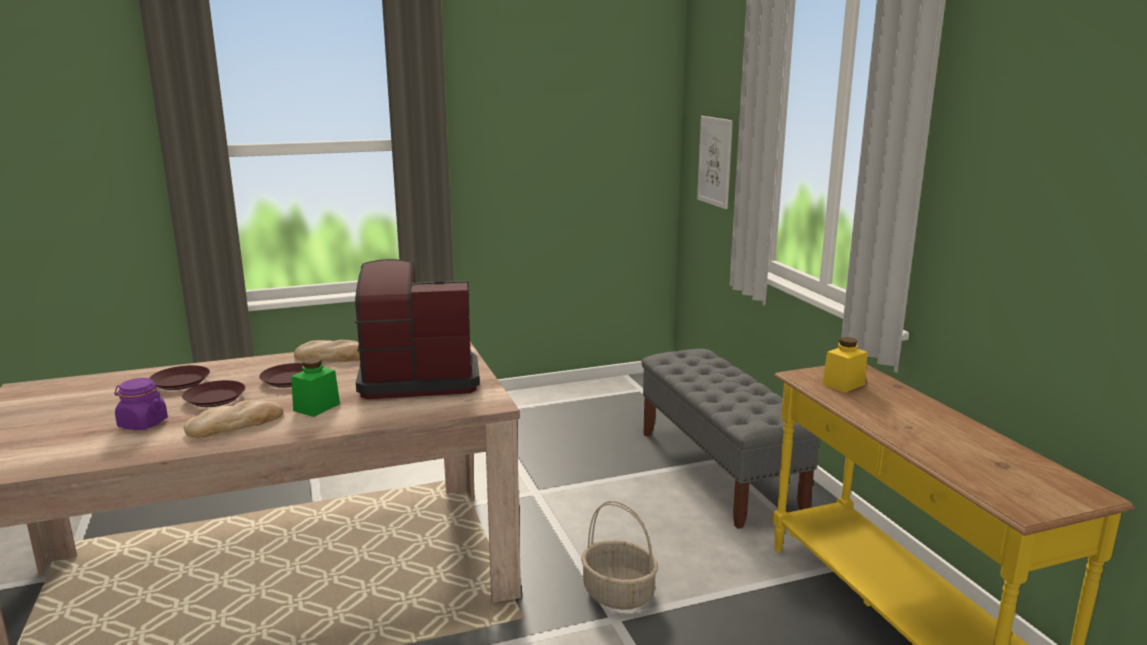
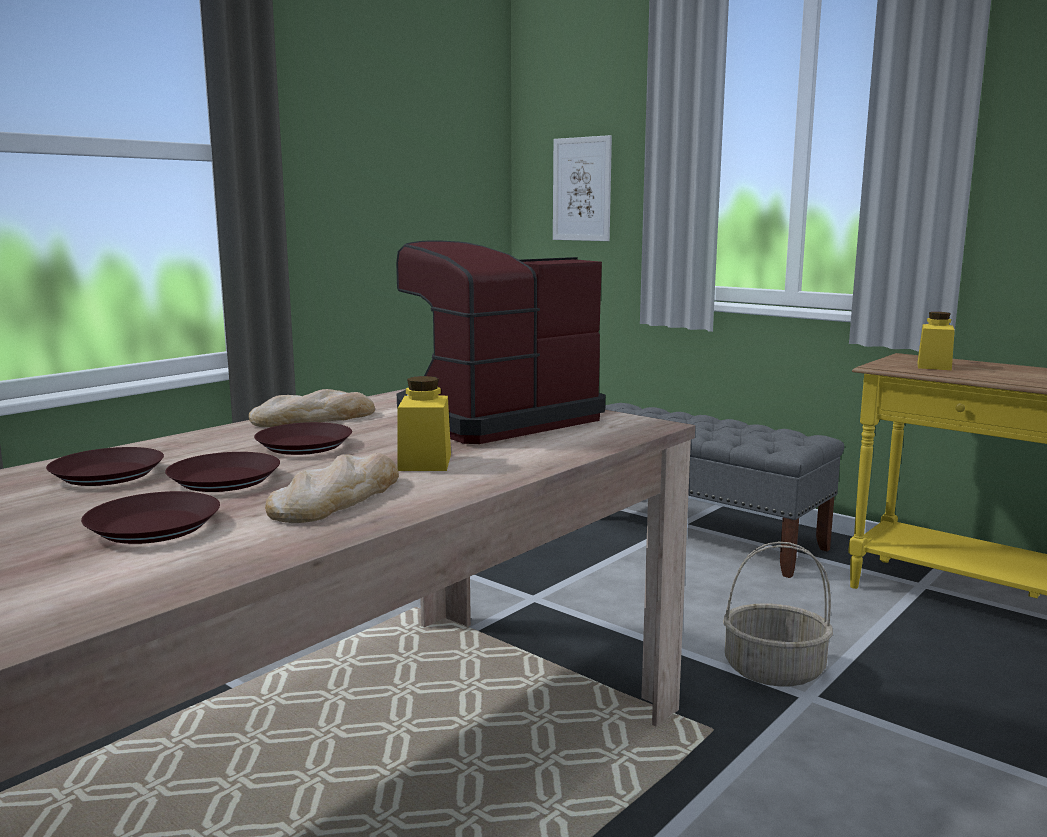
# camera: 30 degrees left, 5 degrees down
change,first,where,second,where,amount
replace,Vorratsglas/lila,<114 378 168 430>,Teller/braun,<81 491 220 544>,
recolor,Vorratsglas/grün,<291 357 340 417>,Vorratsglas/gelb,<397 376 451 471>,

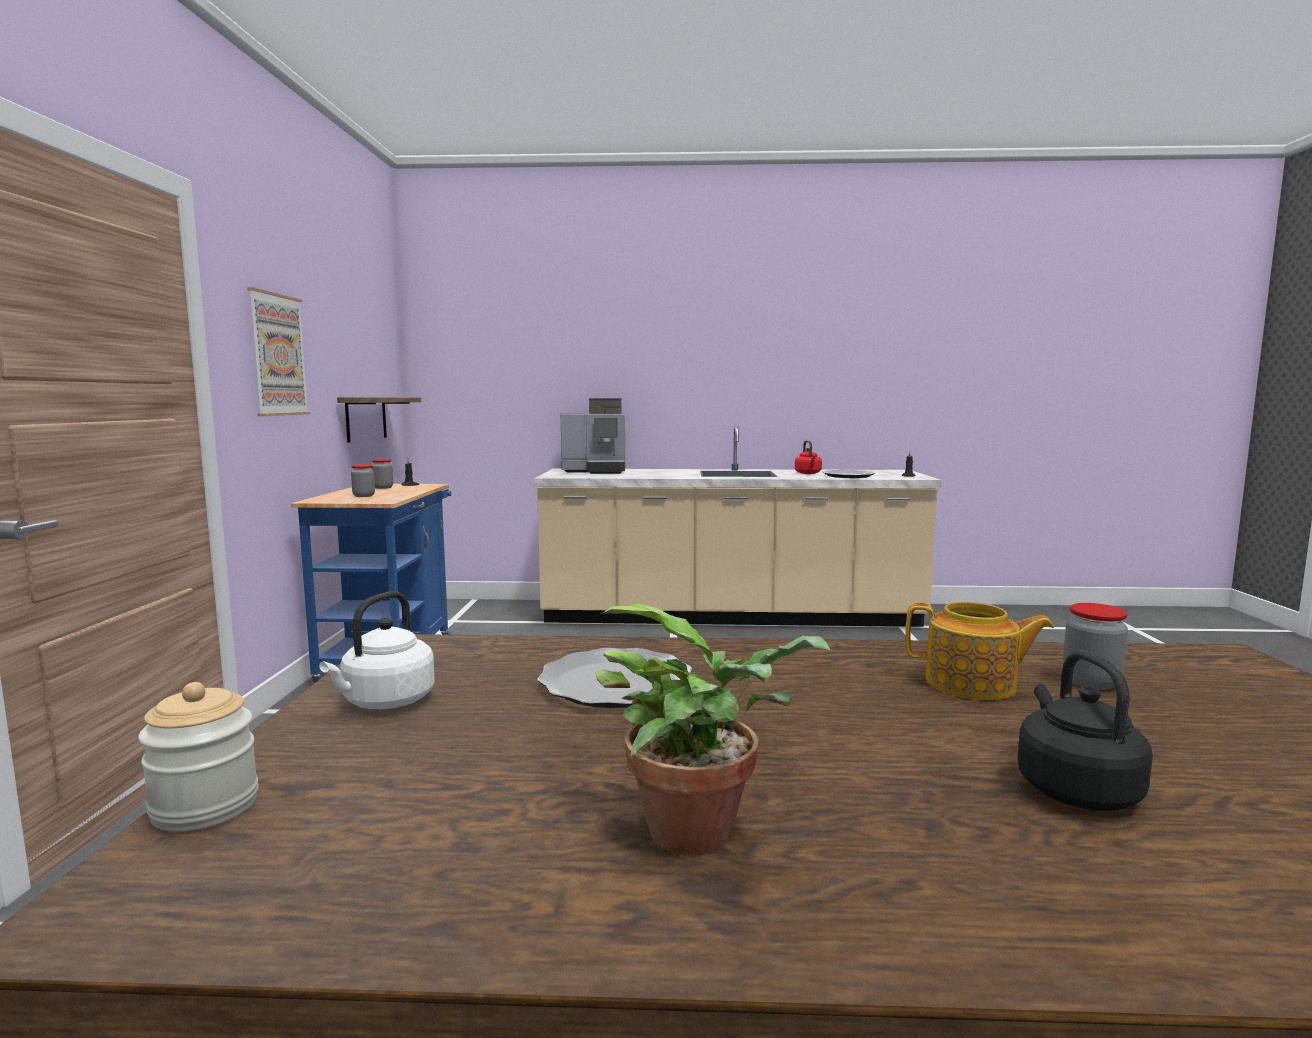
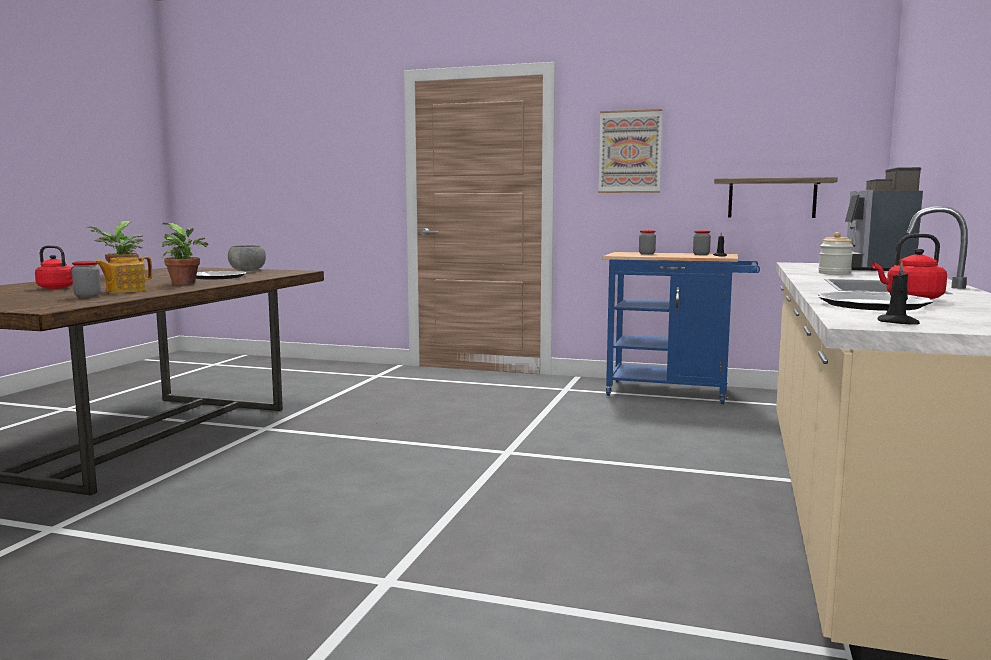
# camera: 105 degrees right, 0 degrees up
change,first,where,second,where,amount
insert,,,Topfpflanze,<162 223 208 285>,
move,Vorratsglas,<138 682 259 832>,,<818 232 853 275>,
replace,Wasserkessel/weiß,<319 591 435 709>,Schüssel/grau,<228 245 266 271>,
recolor,Wasserkessel/schwarz,<1017 651 1153 811>,Wasserkessel/rot,<35 245 75 289>,

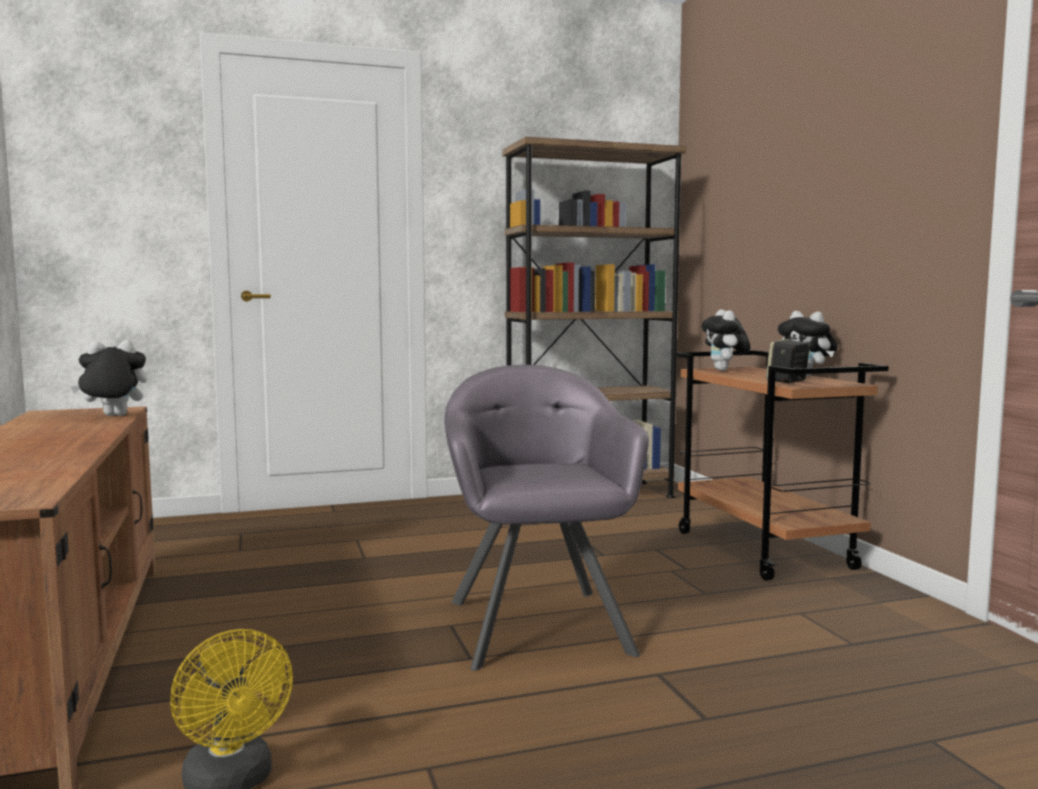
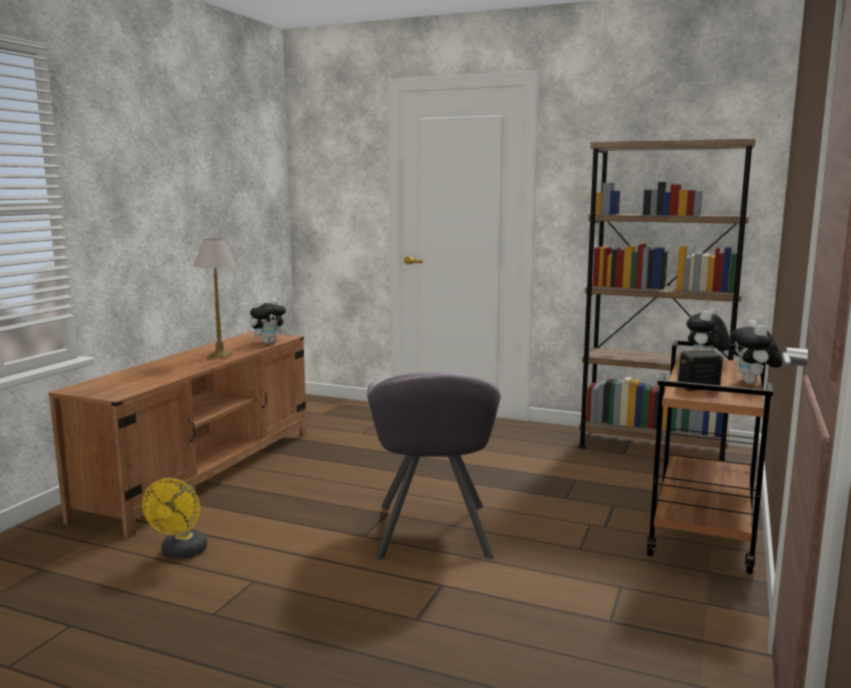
# camera: 40 degrees right, 5 degrees up
change,first,where,second,where,amount
insert,,,Tischlampe,<193 239 236 358>,
rotate,Plüschtier,<70 340 147 416>,,<250 299 288 344>,120 degrees clockwise
rotate,Sessel/grau,<444 365 649 671>,,<367 372 501 560>,150 degrees clockwise

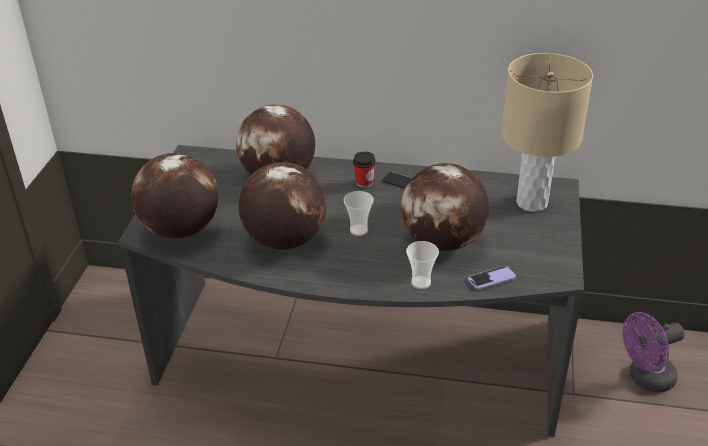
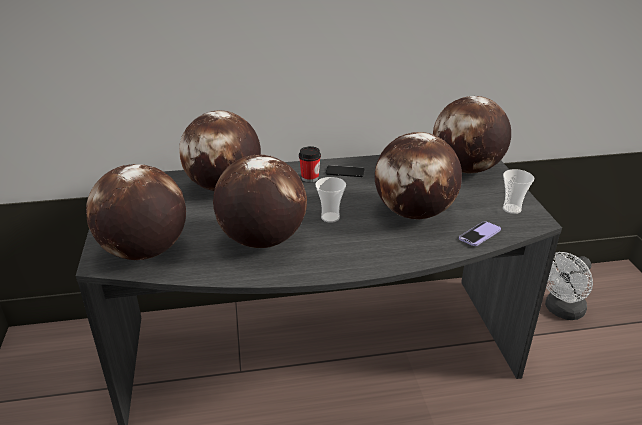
# camera: 20 degrees left, 5 degrees down
change,first,where,second,where,amount
move,Tasse,<406 241 439 289>,,<503 169 534 214>,
replace,Tischlampe/beige,<502 53 593 212>,Globus,<433 96 511 174>,
recolor,Ventilator/lila,<623 312 685 393>,Ventilator/weiß,<545 252 593 320>,

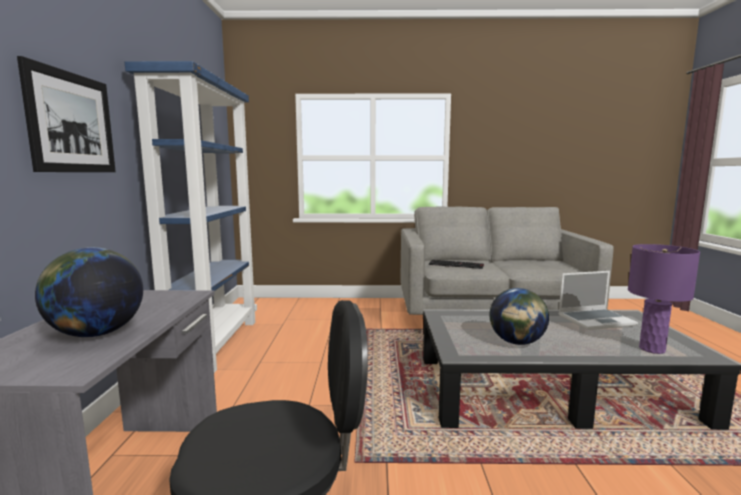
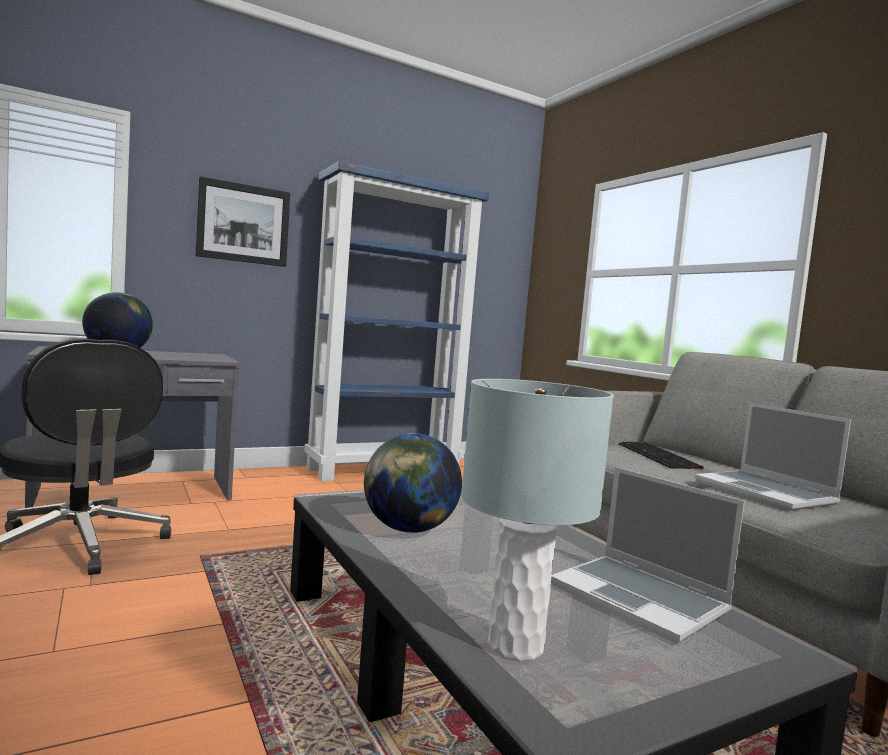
# camera: 60 degrees right, 5 degrees down
change,first,where,second,where,amount
insert,,,Laptop,<695 402 851 511>,
recolor,Tischlampe/lila,<628 244 700 354>,Tischlampe/grau,<461 379 614 661>,

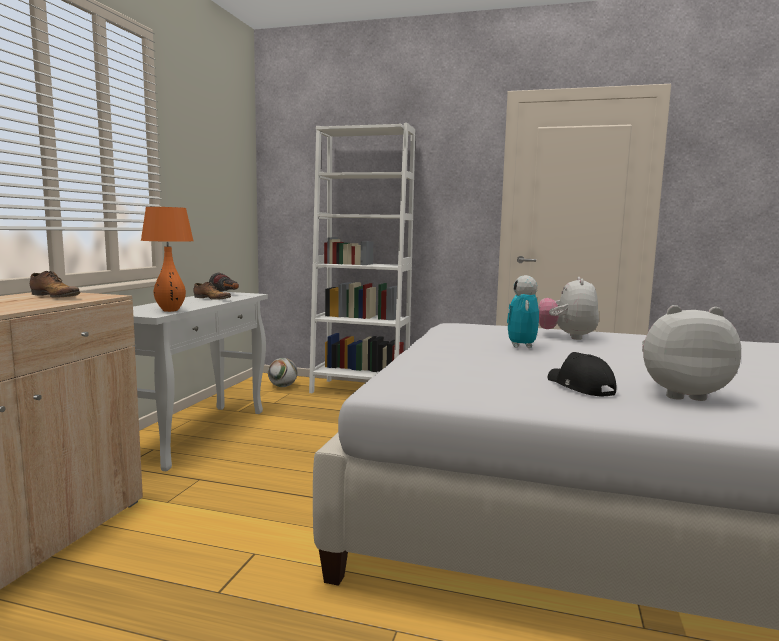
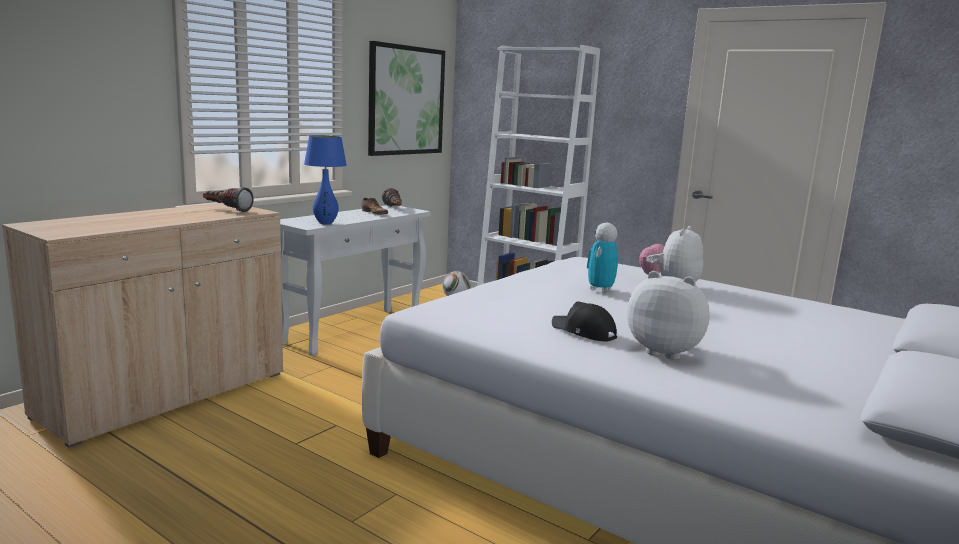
# camera: 20 degrees right, 5 degrees up
change,first,where,second,where,amount
insert,,,Bild,<368 41 445 156>,
replace,Schuh,<30 271 80 297>,Taschenlampe,<203 187 254 212>,
recolor,Tischlampe/orange,<141 207 193 312>,Tischlampe/blau,<304 135 347 225>,
rotate,Kappe/schwarz,<547 352 616 397>,,<552 301 617 341>,45 degrees counterclockwise

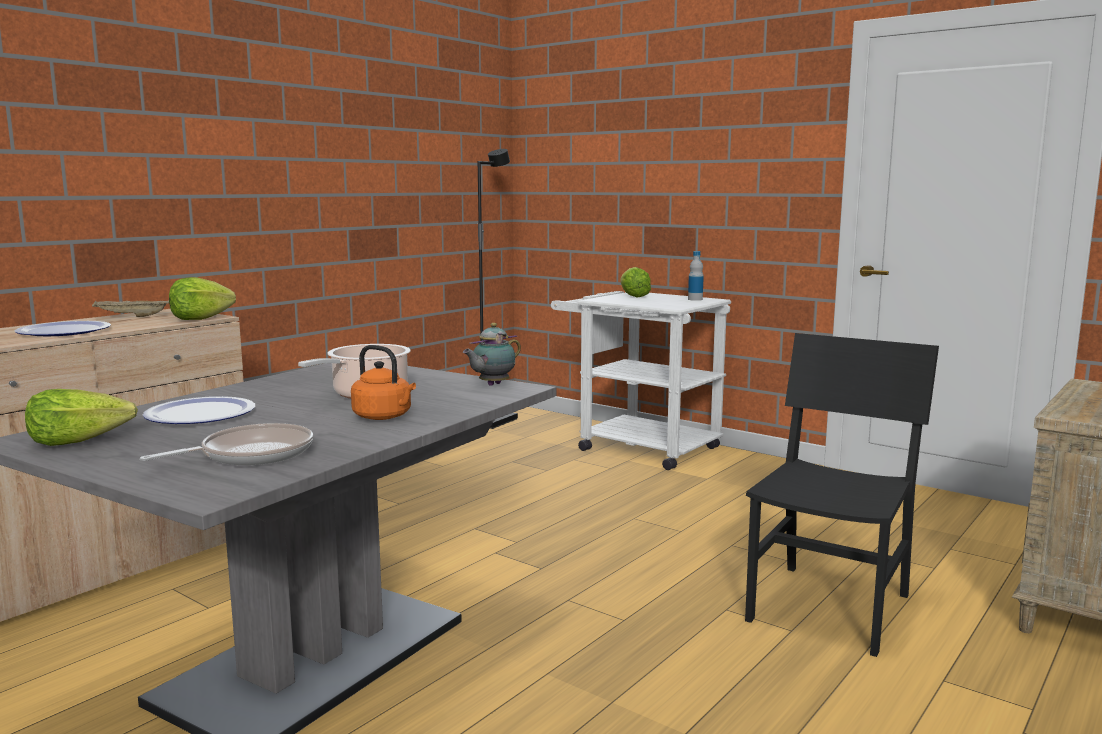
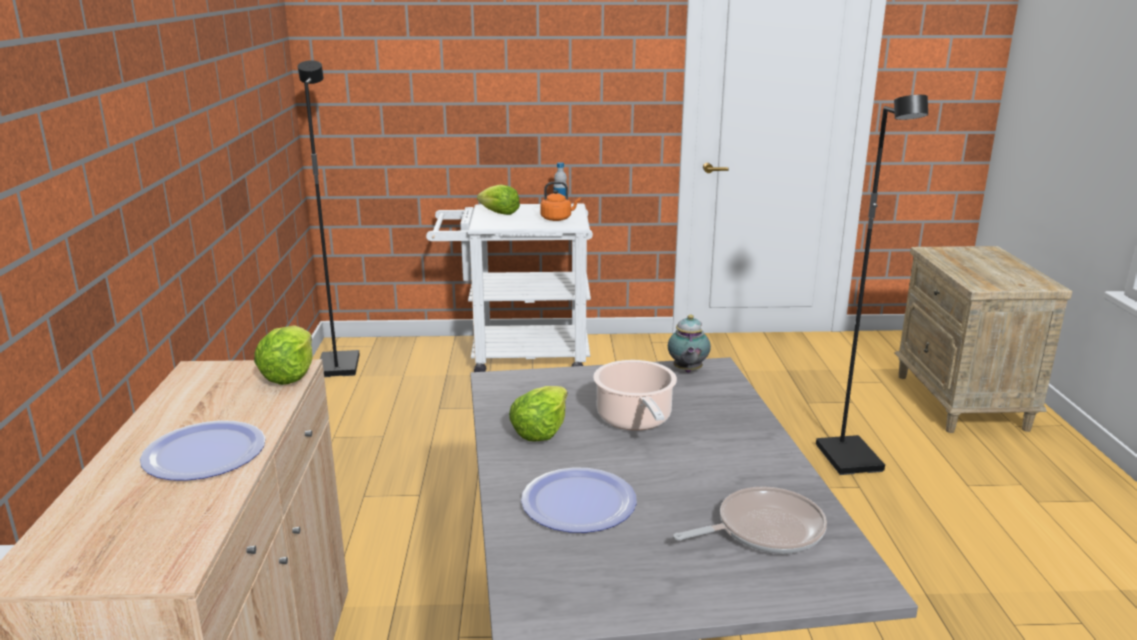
# camera: 40 degrees left, 10 degrees up
change,first,where,second,where,amount
delete,Tablett/beige,<92 301 169 317>,,,
move,Salatkopf,<25 389 138 446>,,<509 386 568 442>,
move,Wasserkessel/orange,<351 345 416 420>,,<540 181 581 221>,
replace,Stuhl/schwarz,<745 333 939 657>,Stehlampe/schwarz,<816 95 928 475>,
rotate,Pfanne,<140 423 313 465>,,<673 486 827 554>,60 degrees clockwise

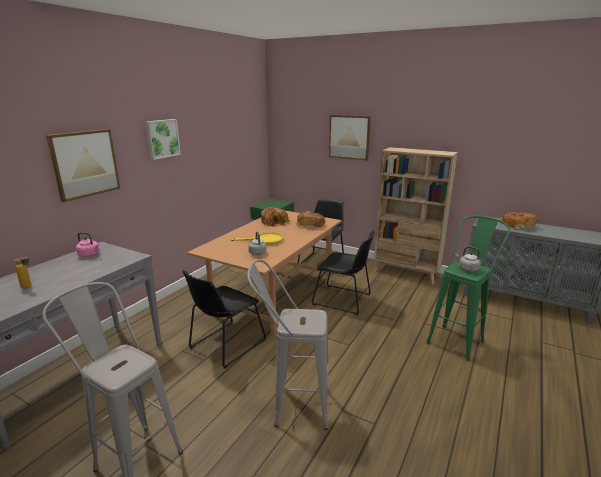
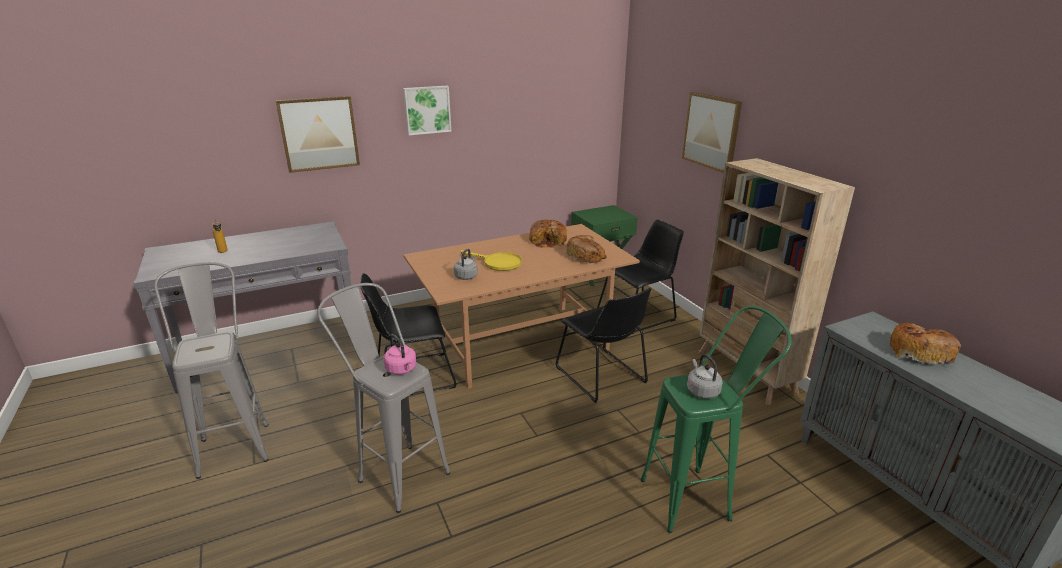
# camera: 35 degrees right, 5 degrees up
change,first,where,second,where,amount
move,Wasserkessel/rosa,<76 232 100 257>,,<384 334 417 375>,

